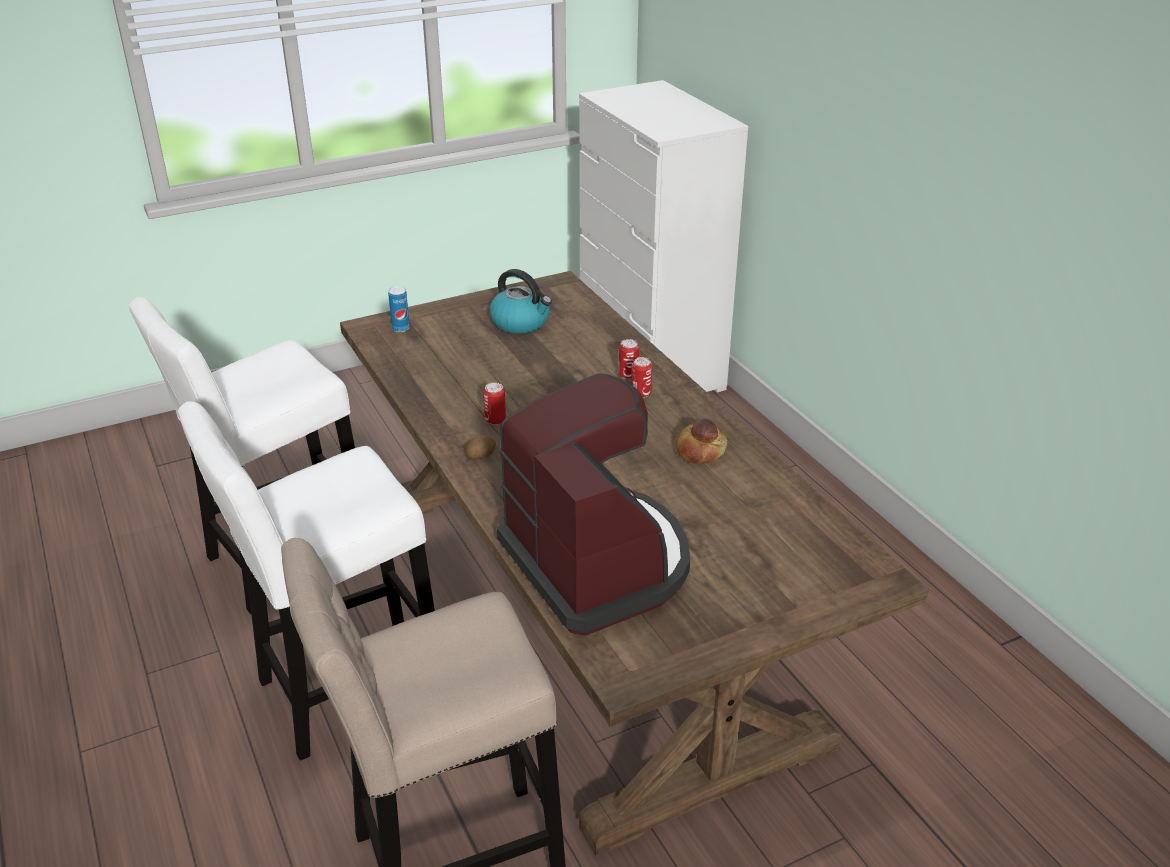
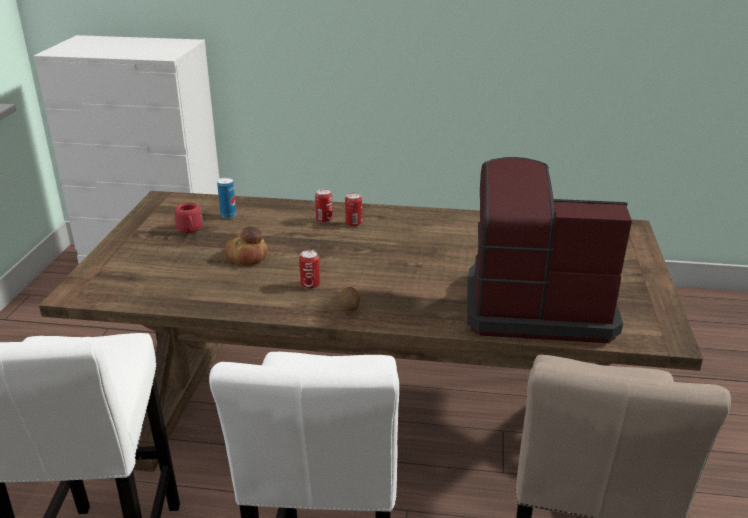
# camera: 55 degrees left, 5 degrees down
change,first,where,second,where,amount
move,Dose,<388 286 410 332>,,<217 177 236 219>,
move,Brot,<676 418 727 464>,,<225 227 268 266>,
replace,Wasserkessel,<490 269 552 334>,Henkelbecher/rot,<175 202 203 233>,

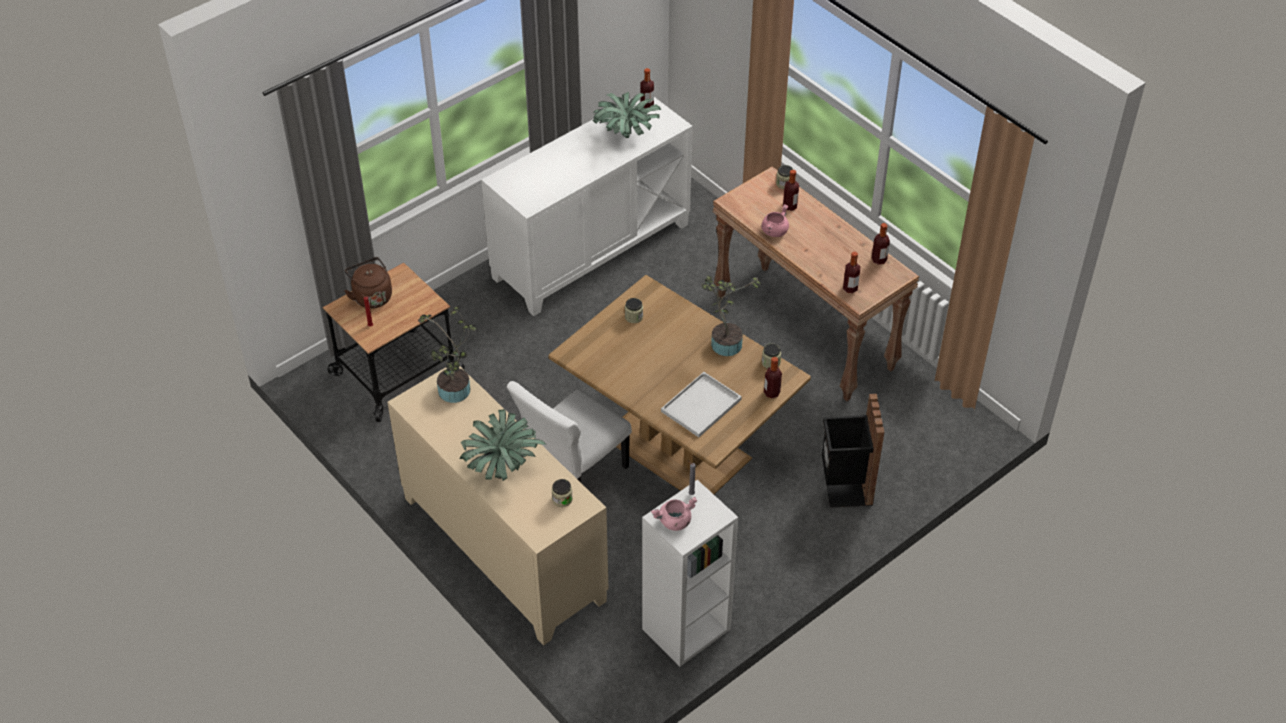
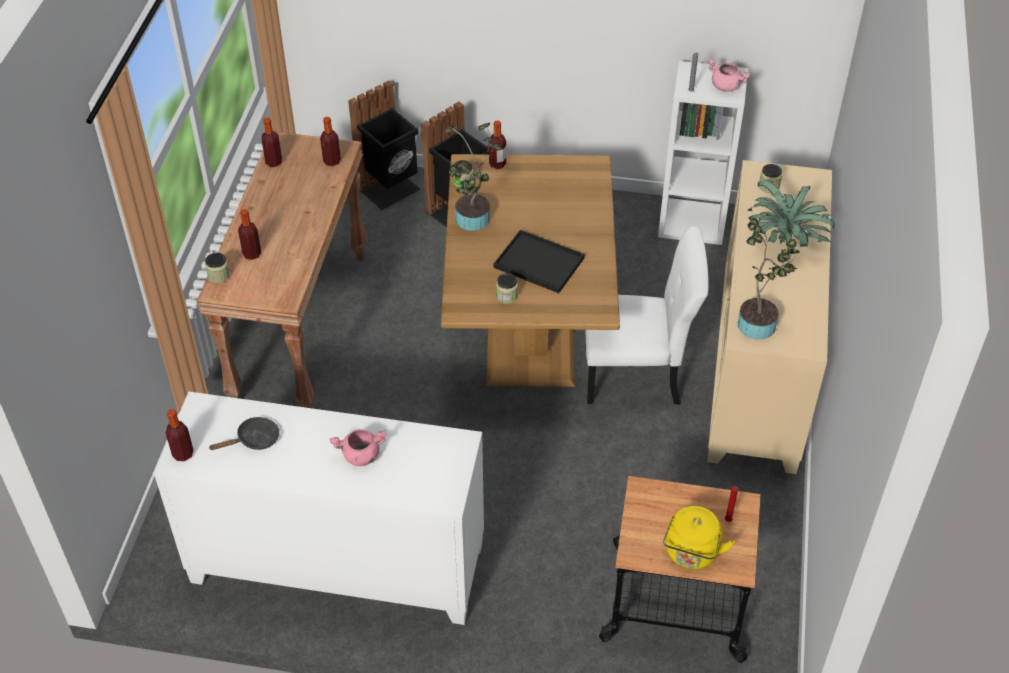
# camera: 130 degrees left, 0 degrees up
change,first,where,second,where,amount
delete,Tablett/weiß,<661 372 742 437>,,,
insert,,,Mülleimer/schwarz,<348 81 420 210>,
insert,,,Tablett/schwarz,<494 230 585 293>,
move,Kochtopf/rosa,<761 204 789 237>,,<330 429 386 466>,
replace,Topfpflanze,<593 92 661 138>,Pfanne/schwarz,<208 417 280 450>,
recolor,Wasserkessel/braun,<344 257 392 308>,Wasserkessel/gelb,<663 506 735 569>,

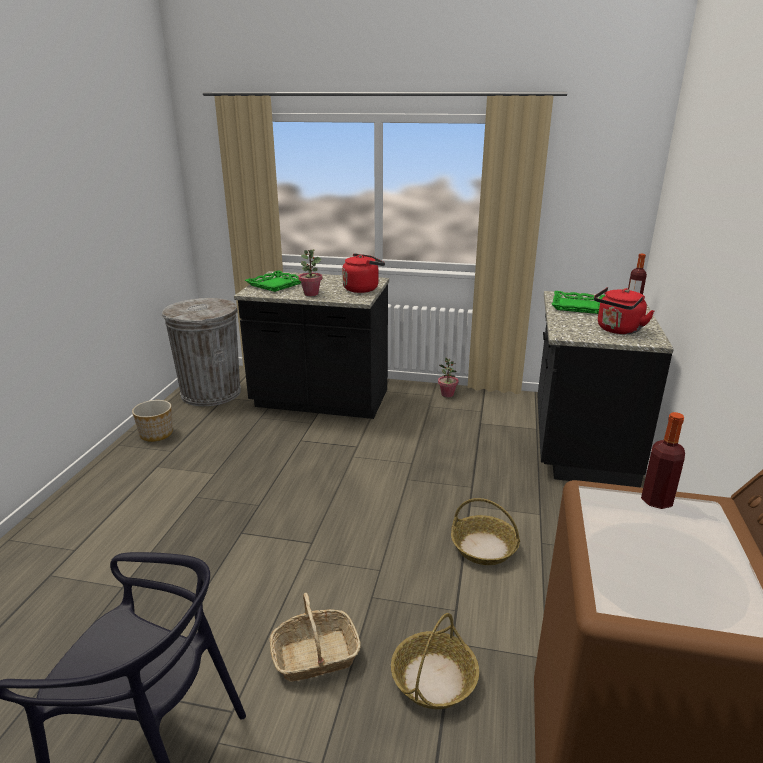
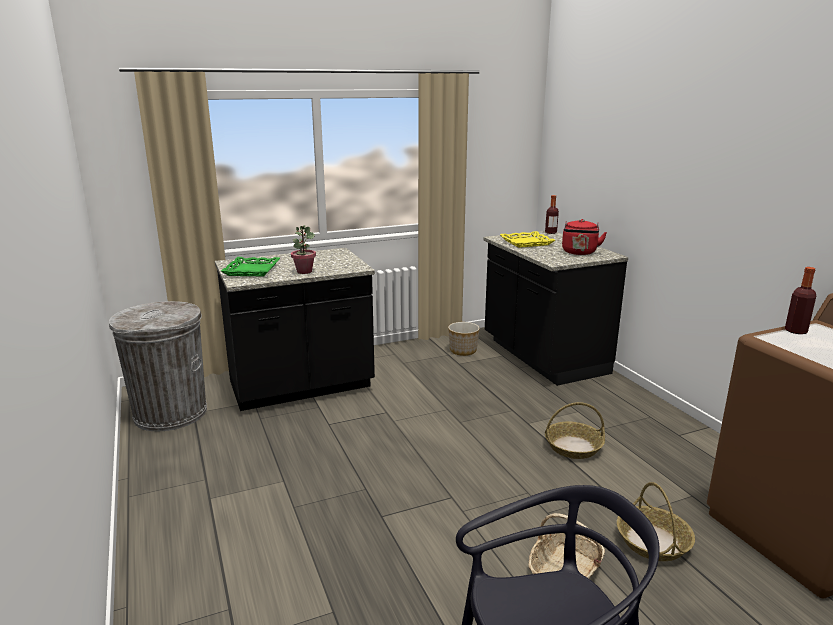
# camera: 35 degrees left, 5 degrees down
change,first,where,second,where,amount
delete,Wasserkessel/rot,<342 253 385 293>,,,
delete,Topfpflanze,<438 357 458 397>,,,
move,Pflanzkübel,<132 400 173 442>,,<448 322 480 356>,
recolor,Tablett/grün,<552 291 605 314>,Tablett/gelb,<500 231 555 248>,

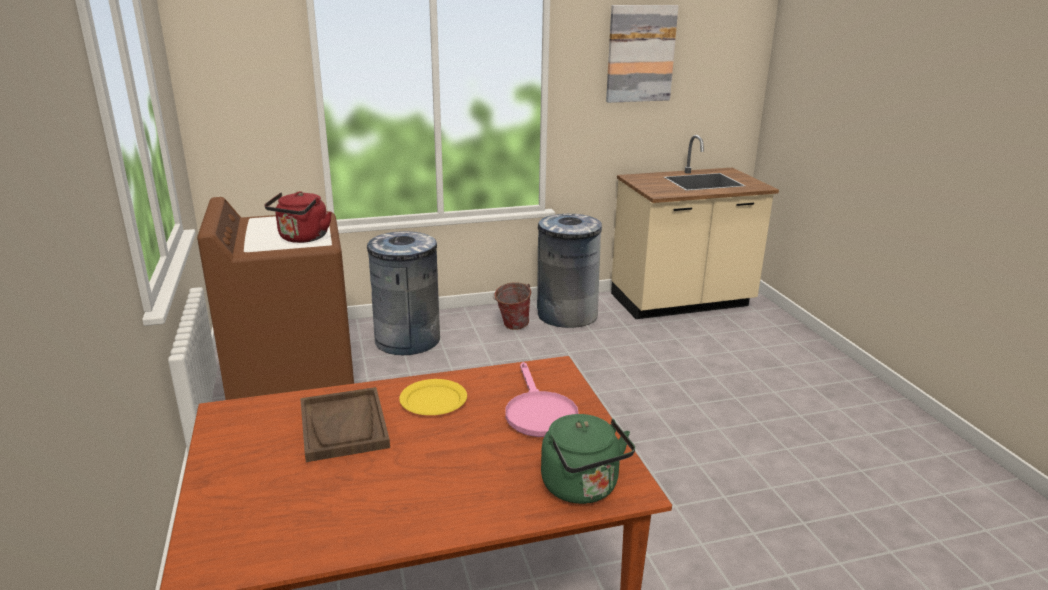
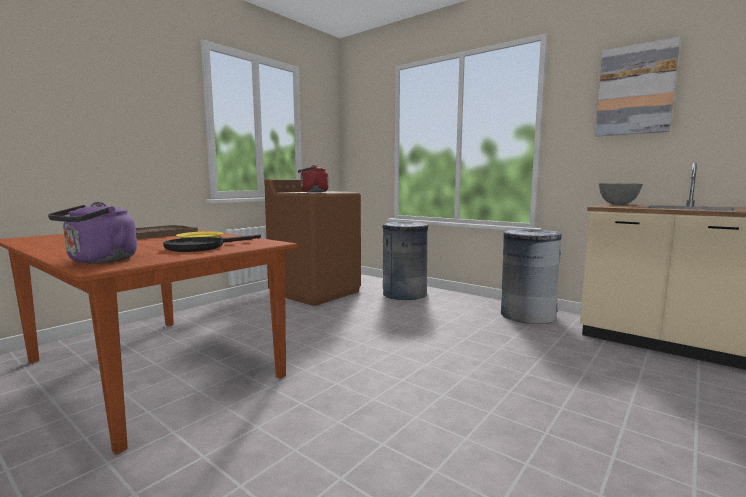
# camera: 55 degrees right, 15 degrees down
change,first,where,second,where,amount
delete,Eimer,<493 282 531 330>,,,
insert,,,Schüssel/grau,<598 183 643 205>,
recolor,Pfanne/rosa,<505 362 579 437>,Pfanne/schwarz,<163 234 261 252>,
recolor,Wasserkessel/grün,<541 414 635 504>,Wasserkessel/lila,<48 202 137 263>,

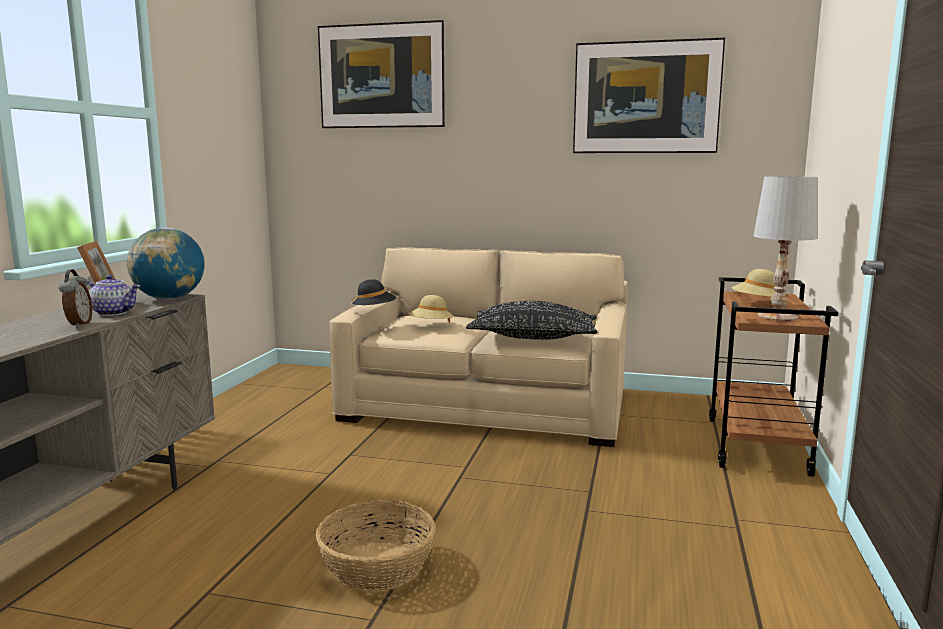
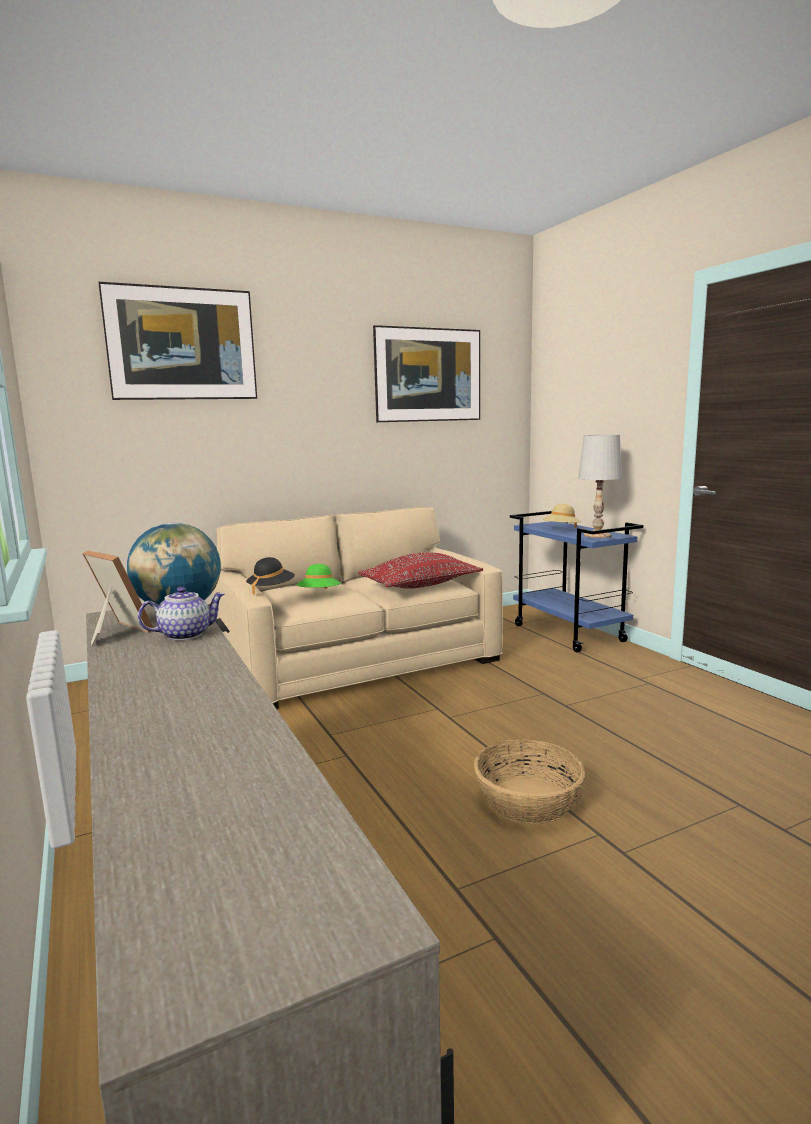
# camera: 40 degrees left, 0 degrees up
change,first,where,second,where,amount
delete,Wecker,<59 269 92 328>,,,
recolor,Hut/beige,<408 295 453 323>,Hut/grün,<297 564 341 589>,
recolor,Kissen/schwarz,<466 301 598 340>,Kissen/rot,<358 552 483 589>,
recolor,Rollwagen/braun,<709 277 838 477>,Rollwagen/blau,<510 511 643 652>,

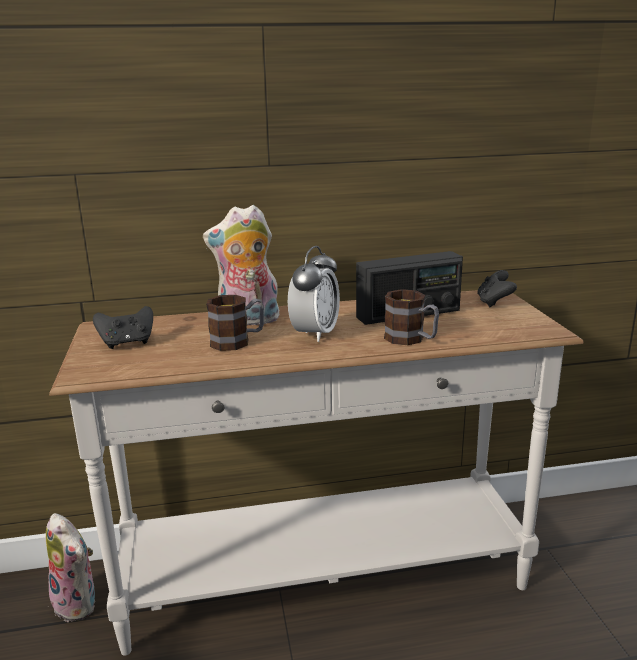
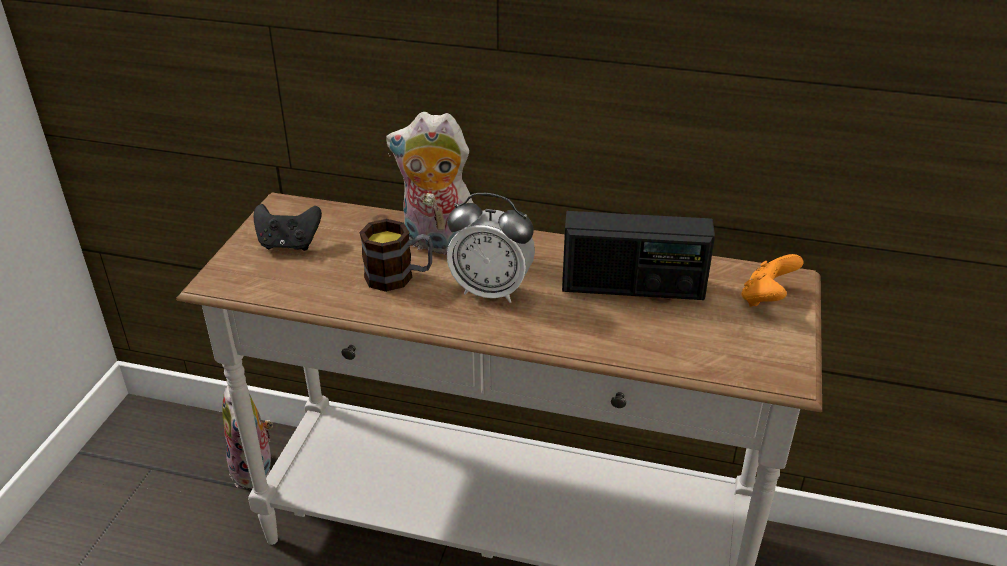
# camera: 25 degrees right, 15 degrees up
change,first,where,second,where,amount
delete,Henkelbecher,<384 289 439 345>,,,
recolor,Gamepad/schwarz,<477 270 517 308>,Gamepad/orange,<741 254 803 307>,
rotate,Wecker,<288 246 340 342>,,<447 193 535 303>,60 degrees clockwise

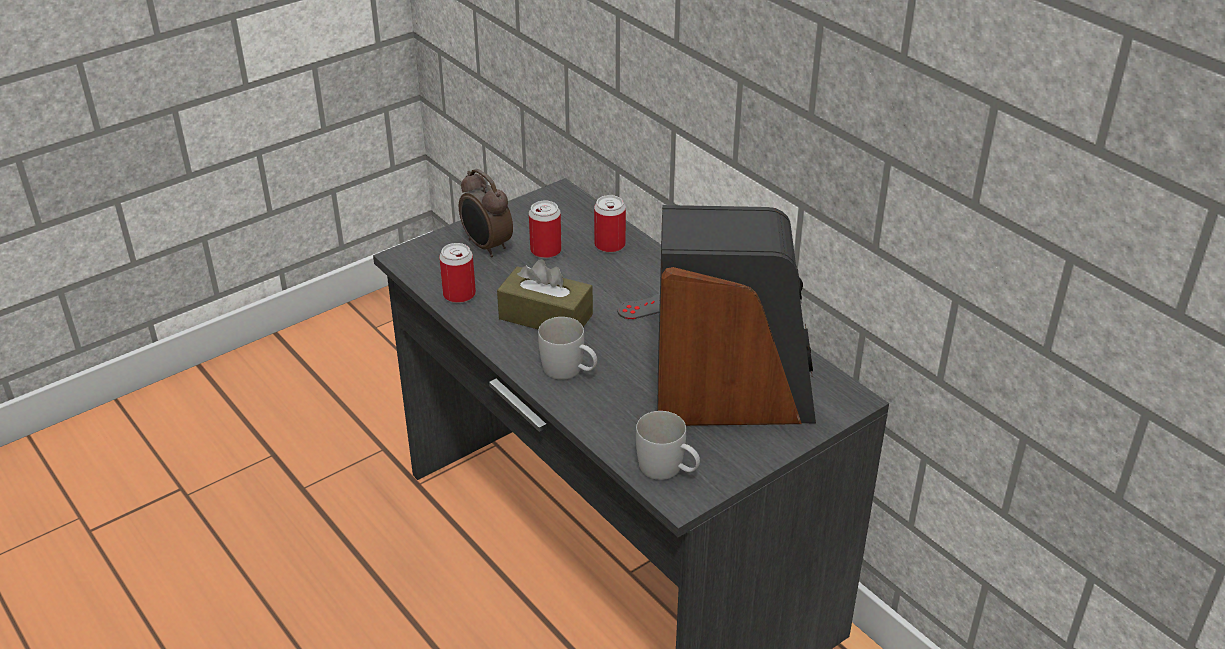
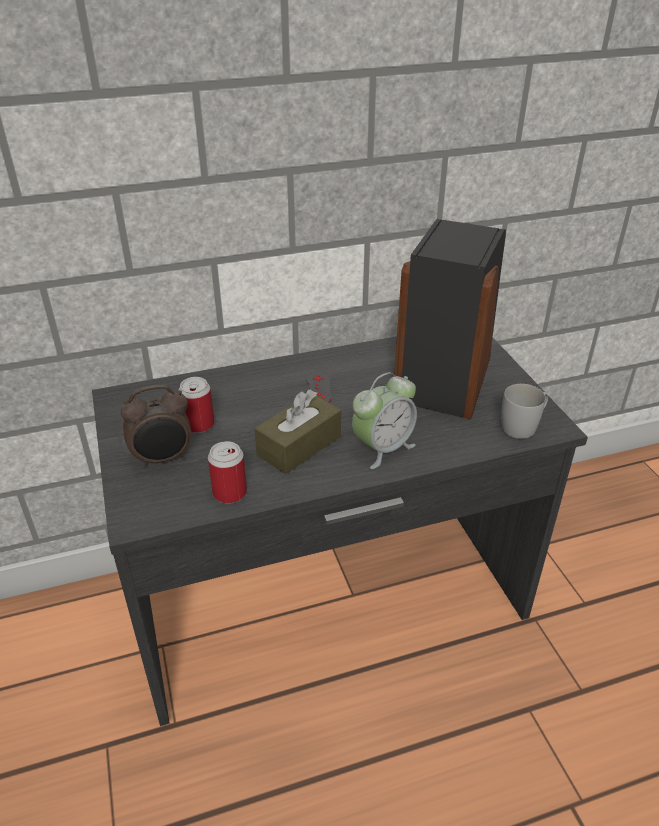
# camera: 70 degrees left, 0 degrees up
change,first,where,second,where,amount
delete,Dose,<594 195 626 253>,,,
replace,Henkelbecher/weiß,<538 317 597 380>,Wecker,<352 372 417 469>,

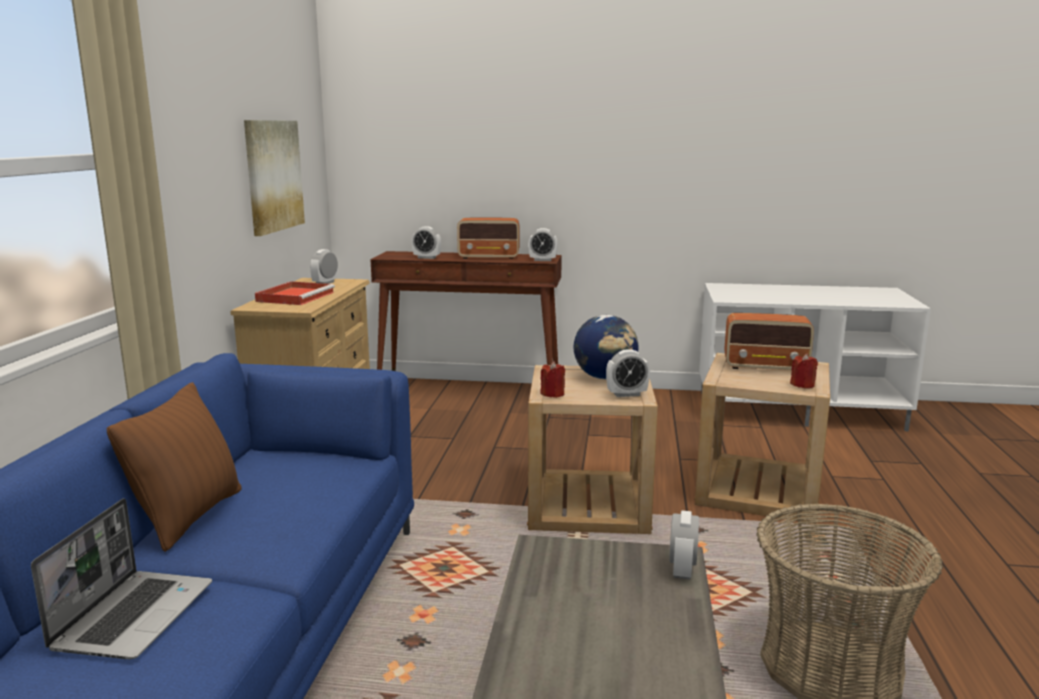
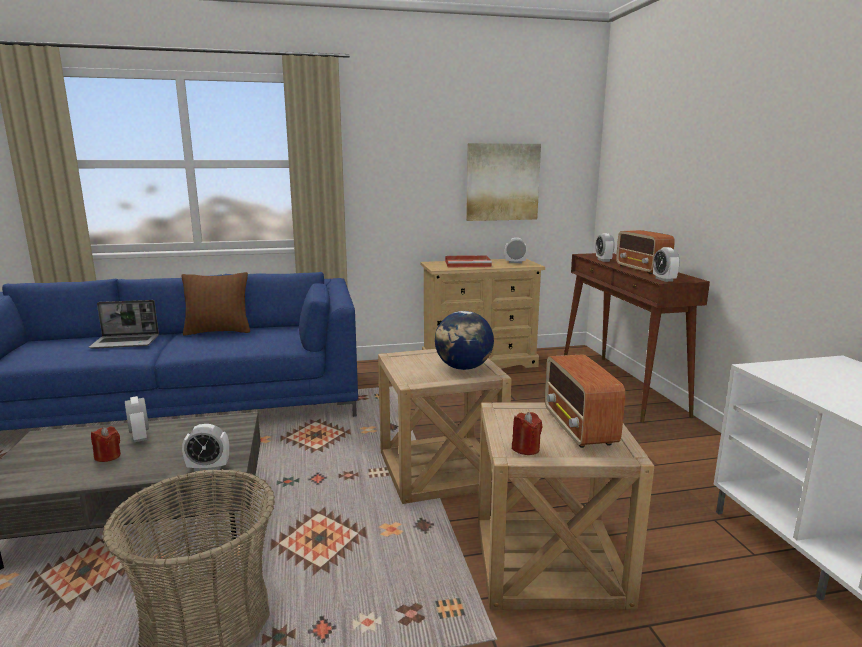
# camera: 70 degrees right, 0 degrees up
change,first,where,second,where,amount
move,Kerze/rot,<540 361 565 398>,,<91 426 121 462>,
move,Wecker,<606 349 650 397>,,<125 396 149 442>,

